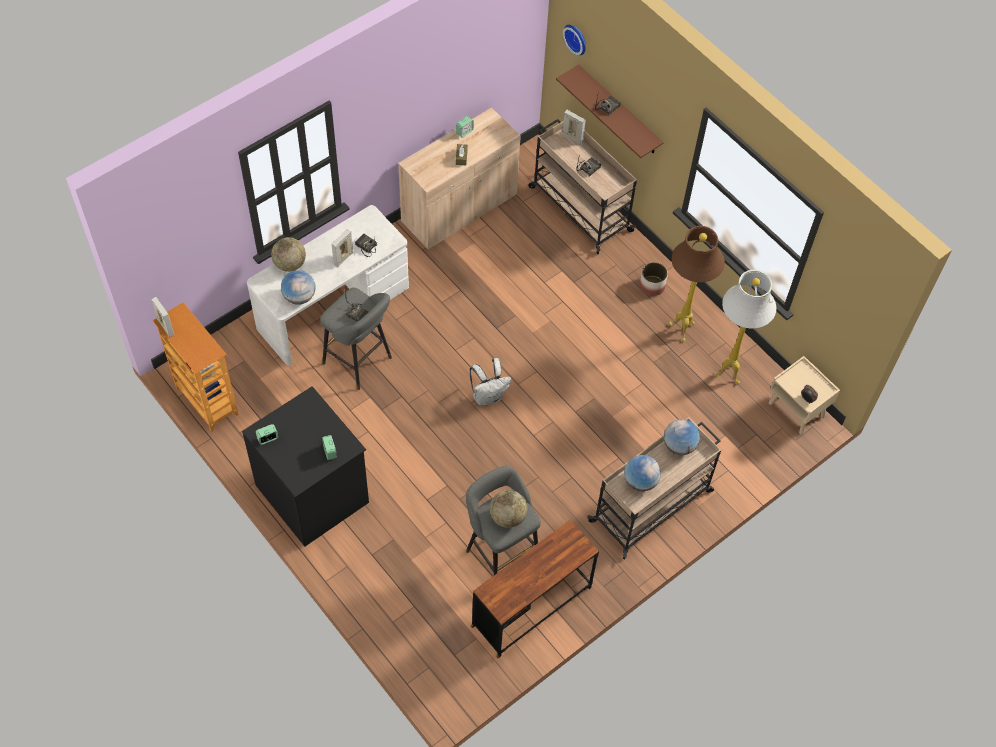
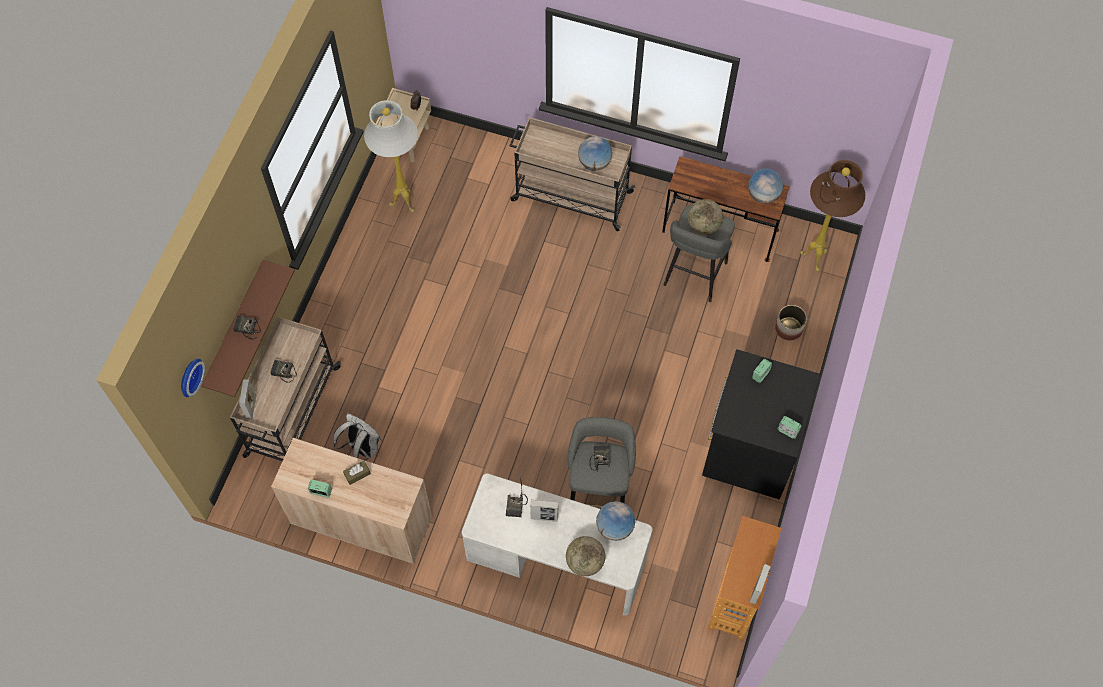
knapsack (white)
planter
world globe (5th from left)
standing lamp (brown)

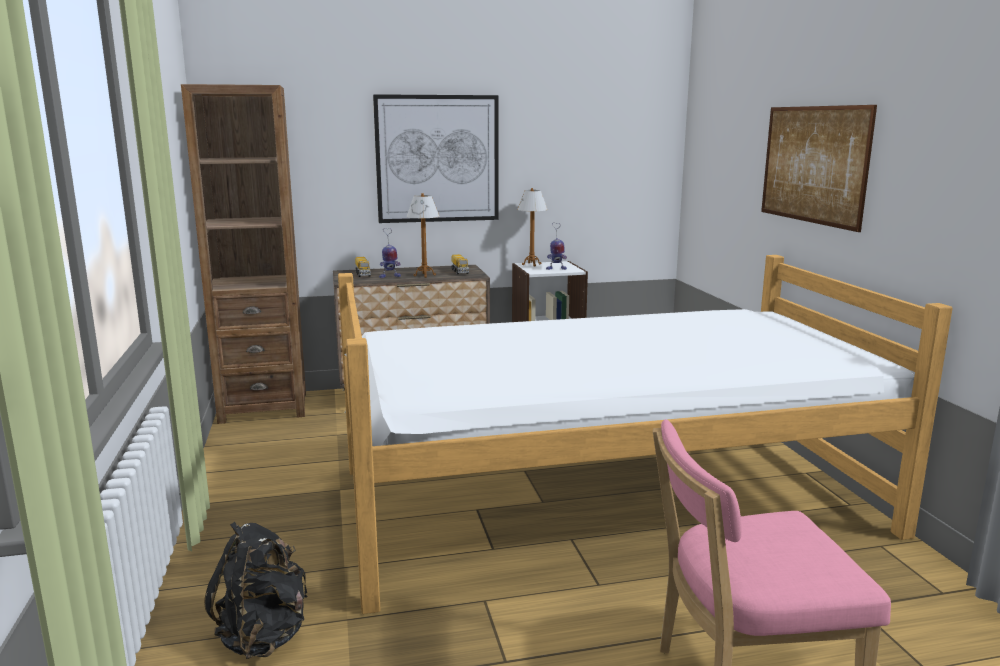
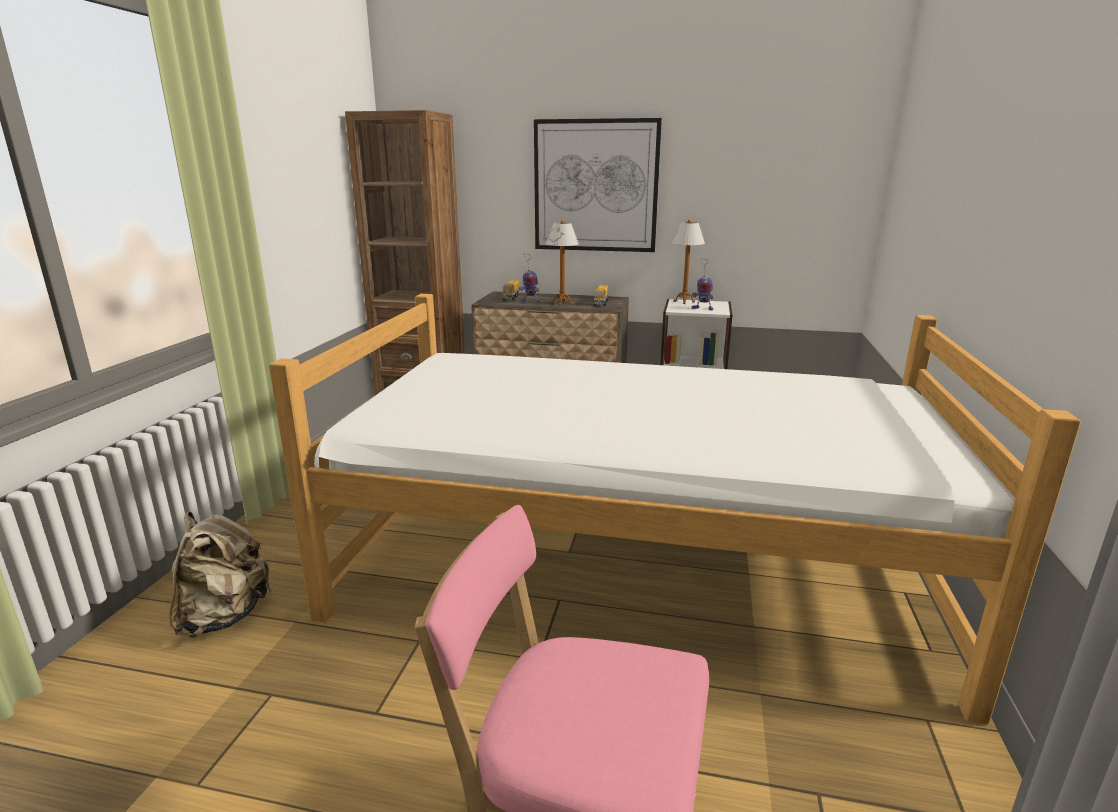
knapsack (sand-coloured)
picture (2nd from left in the first image)

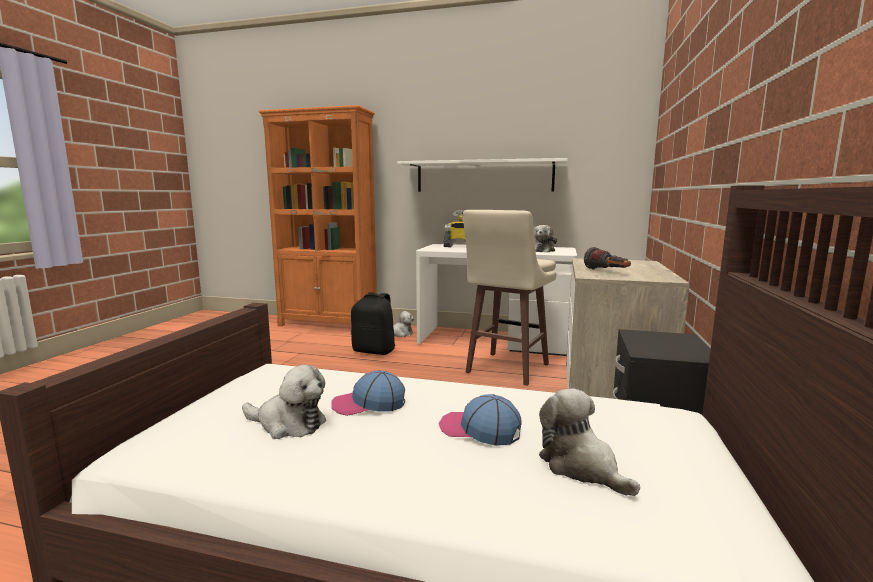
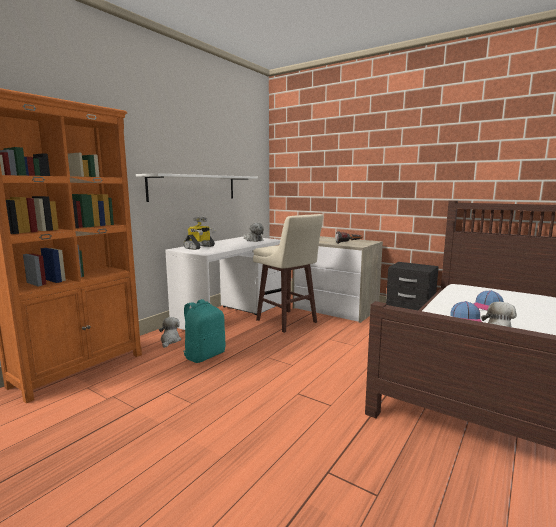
knapsack (blue-green)
soft toy (4th from left in the first image)

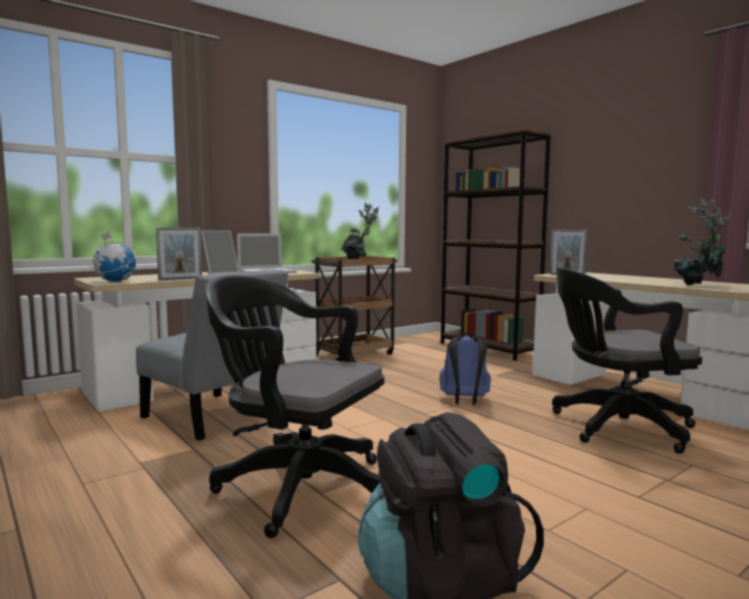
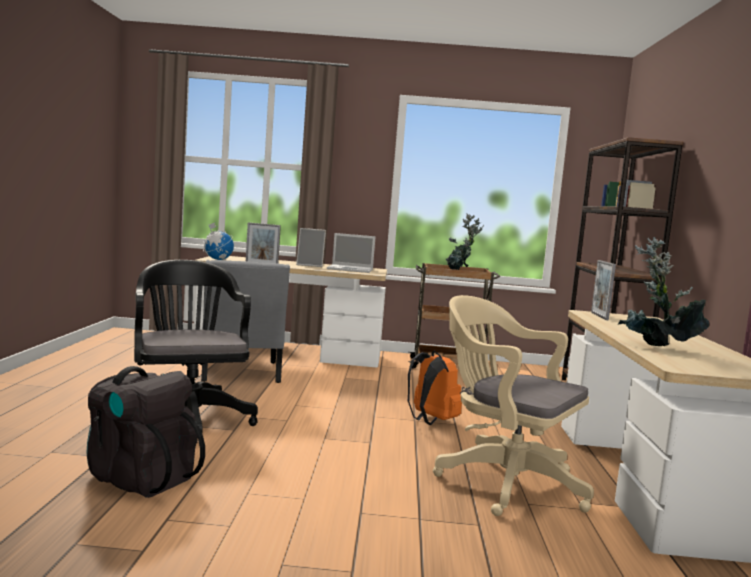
knapsack (orangey)
desk chair (sand-coloured)

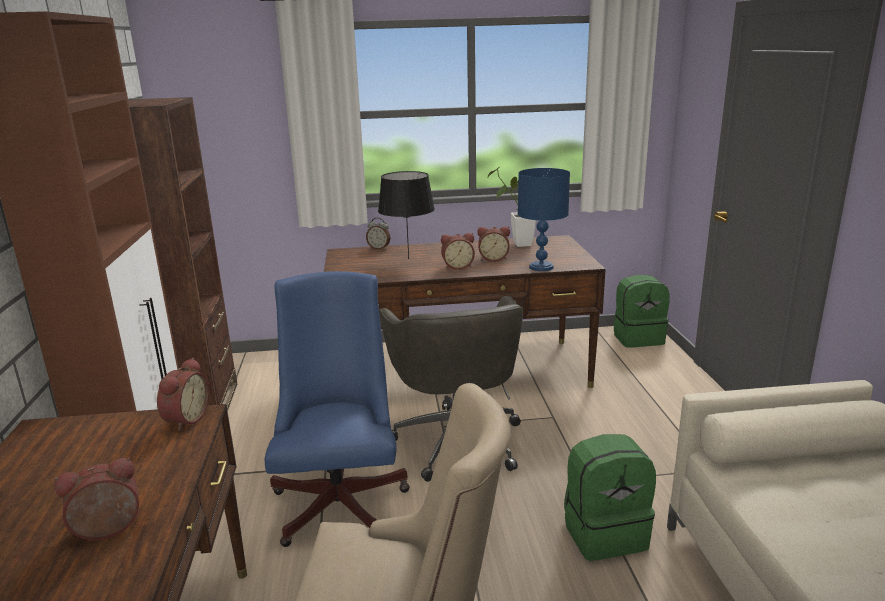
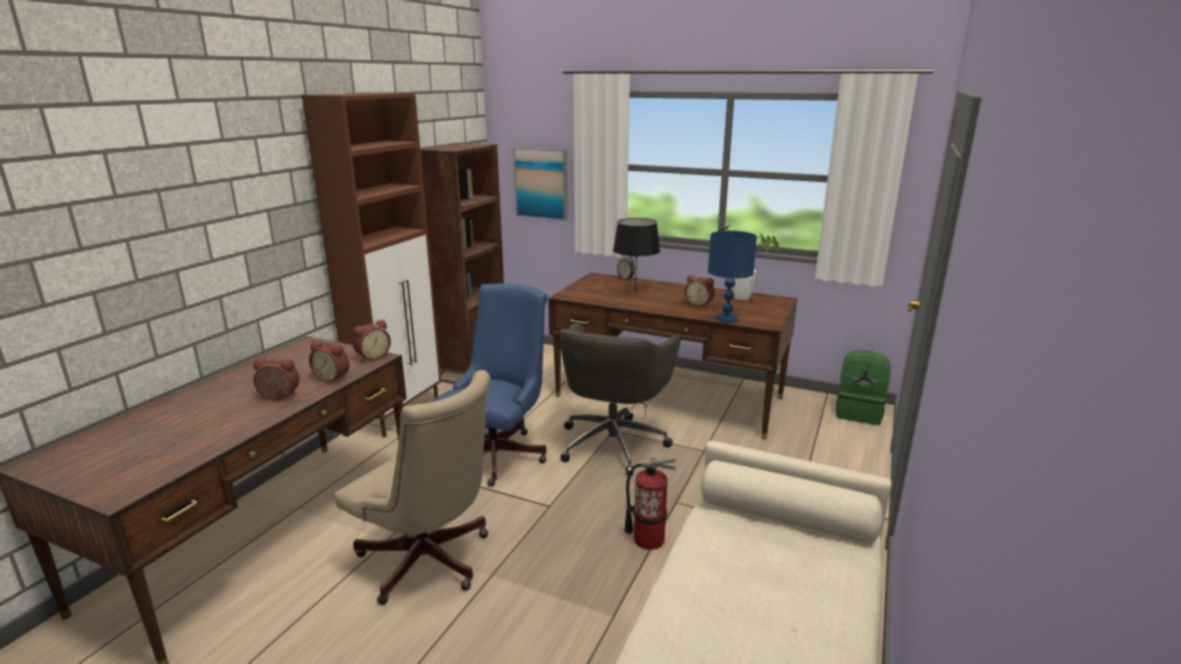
table clock (2nd from left)
extinguisher
picture

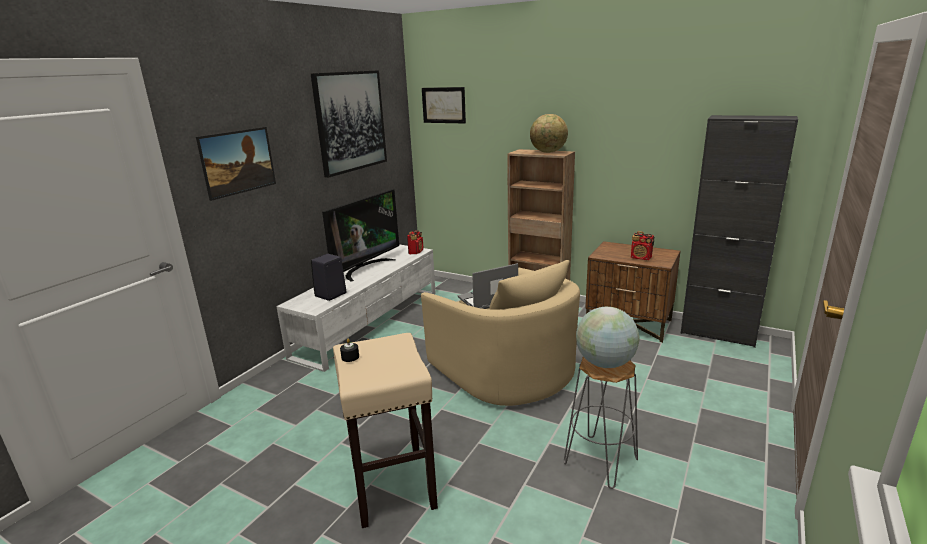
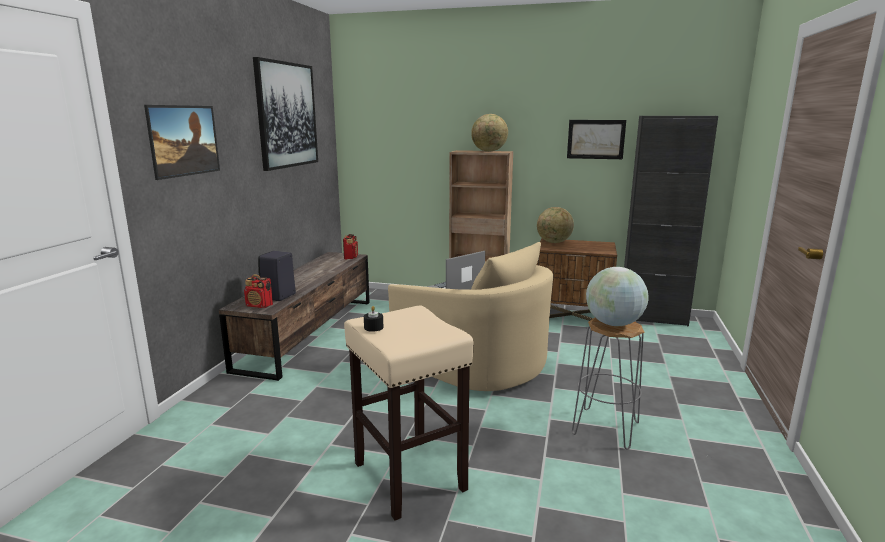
tv stand (brown)
TV
picture (3rd from left)
radio set (1st from left)
world globe (2nd from left)

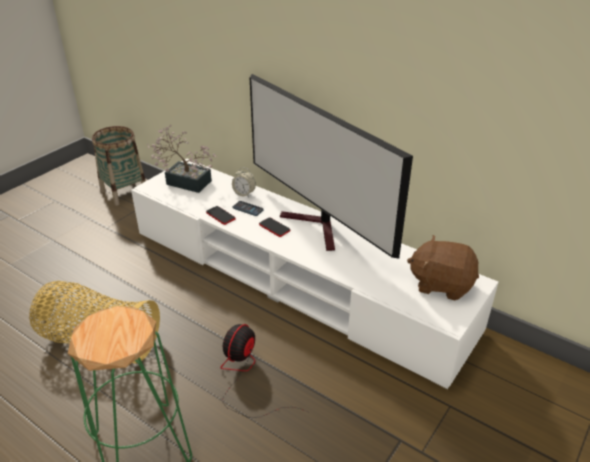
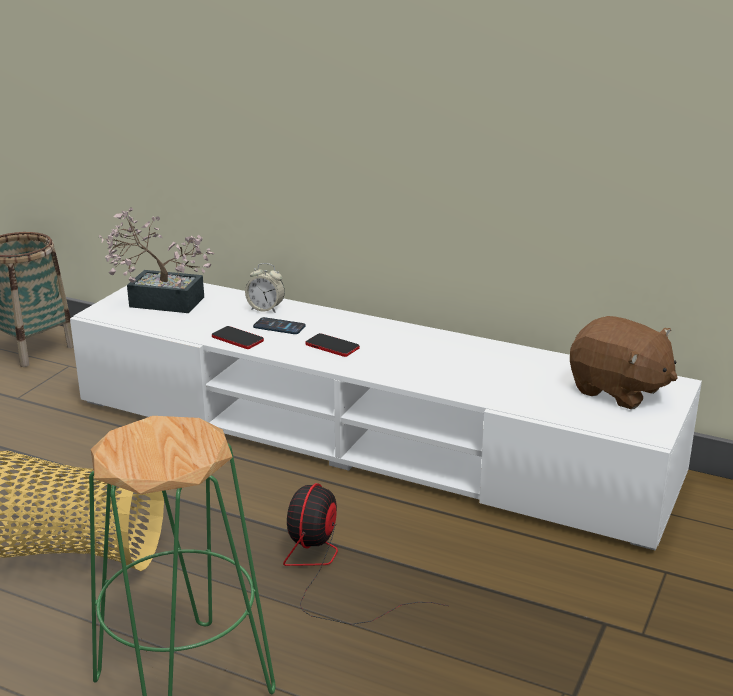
TV
soft toy (brown)

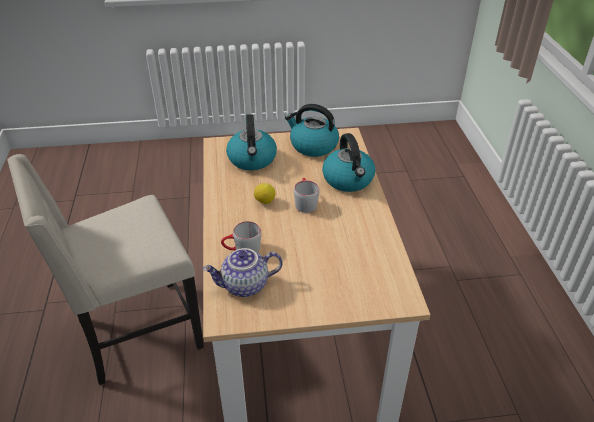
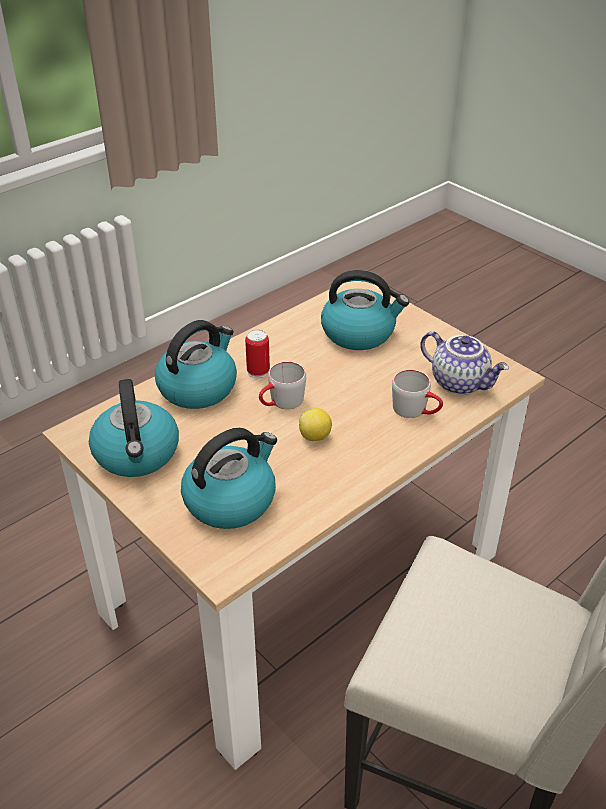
metal can
tea kettle (4th from left)

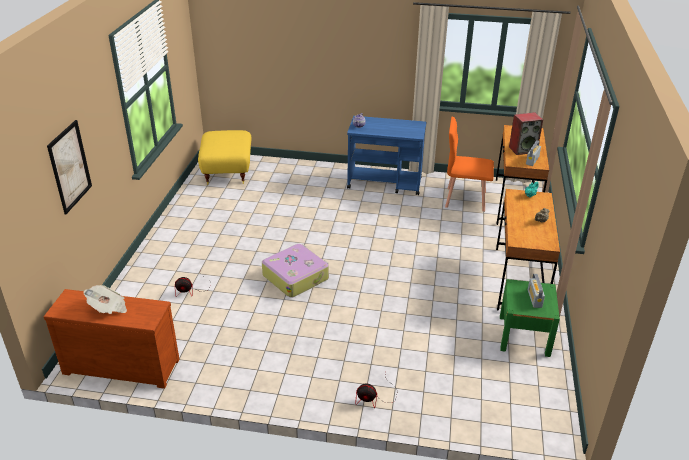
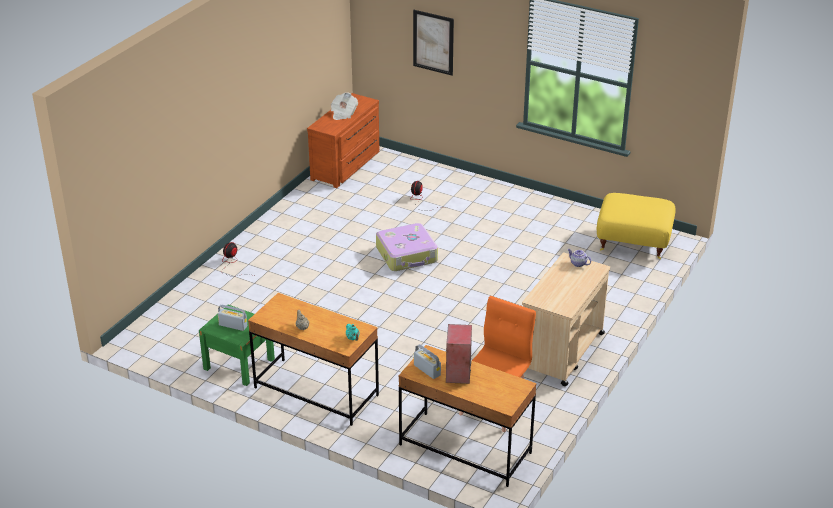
wheeled cart (sand-coloured)

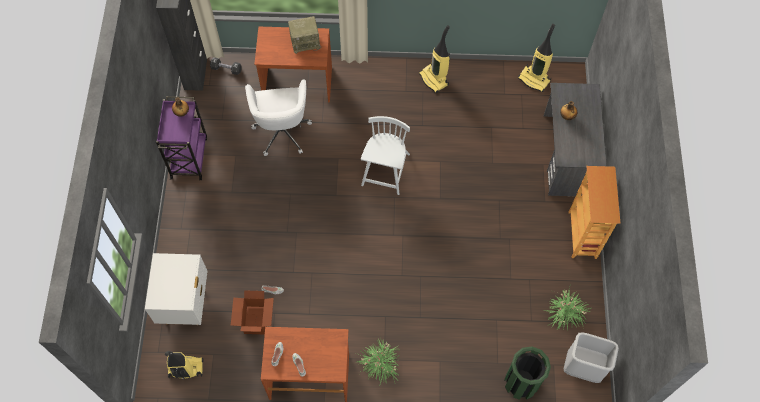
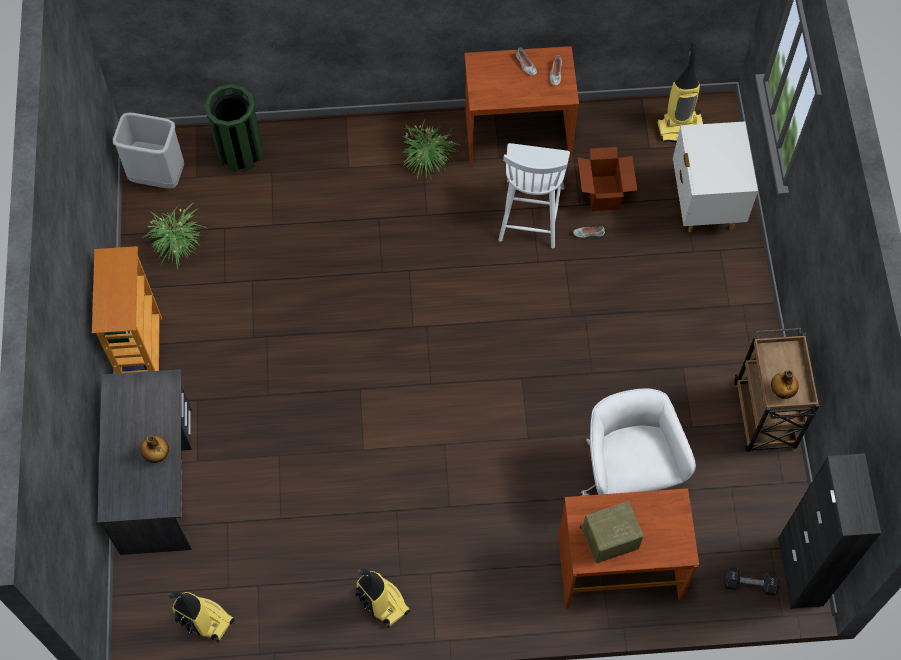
wheeled cart (brown)
upright chair (white)

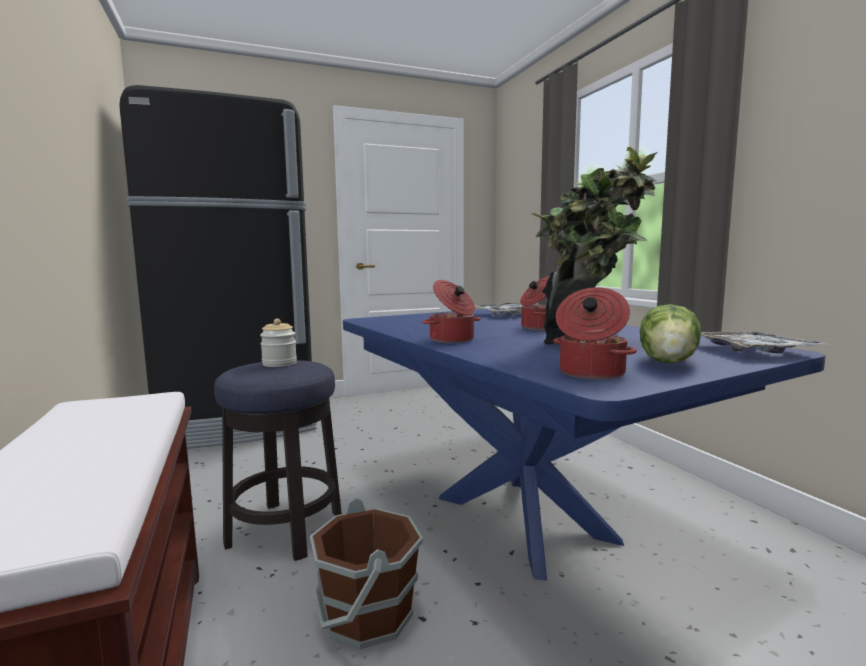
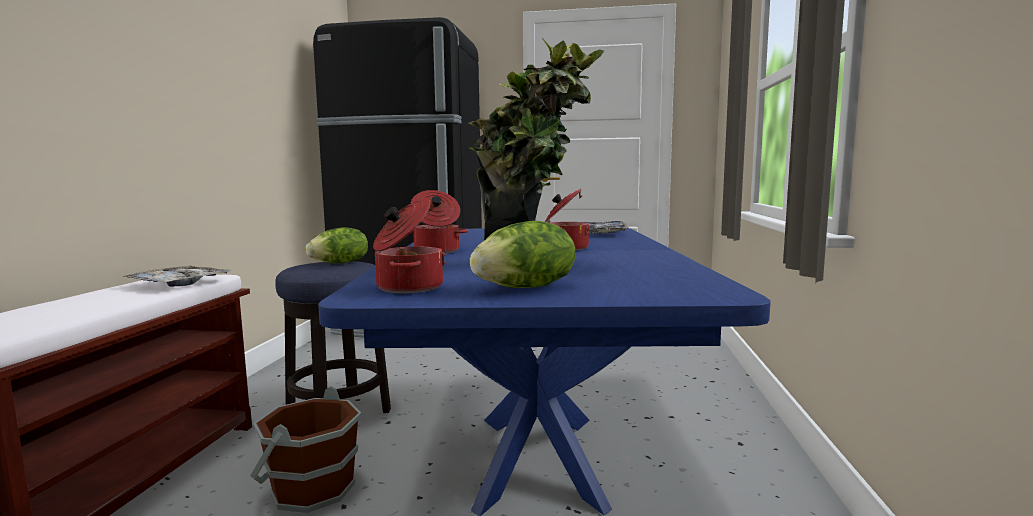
lettuce (1st from left)
carrying tray (1st from left)

